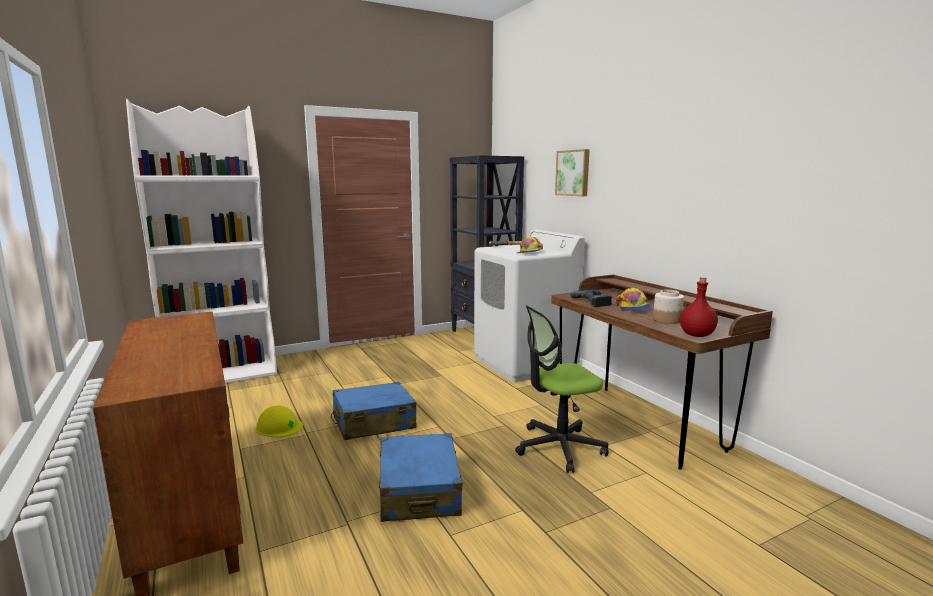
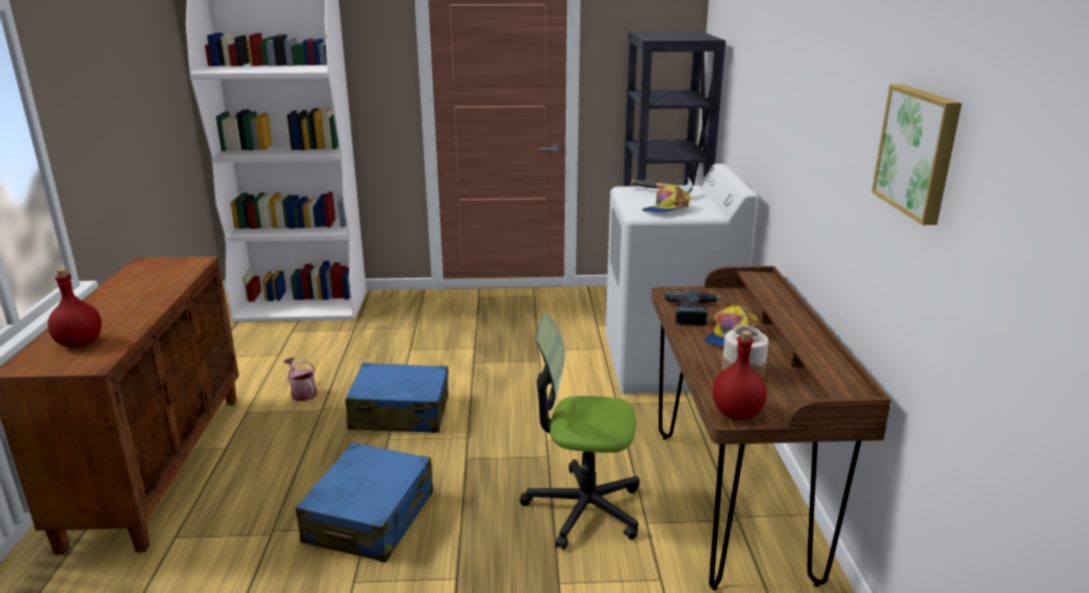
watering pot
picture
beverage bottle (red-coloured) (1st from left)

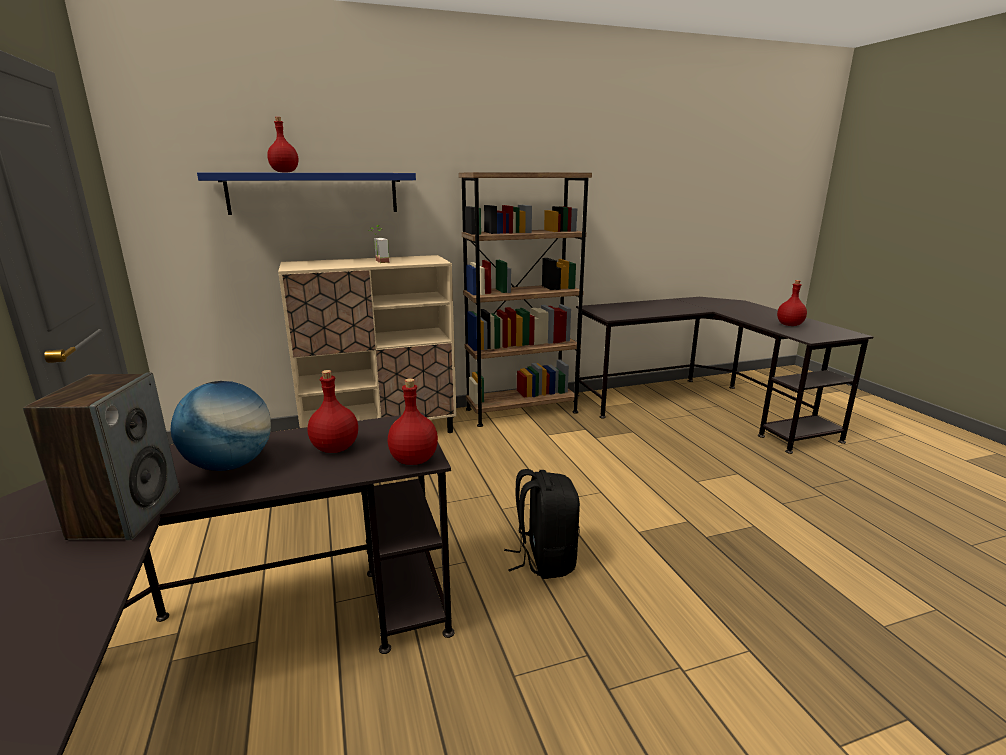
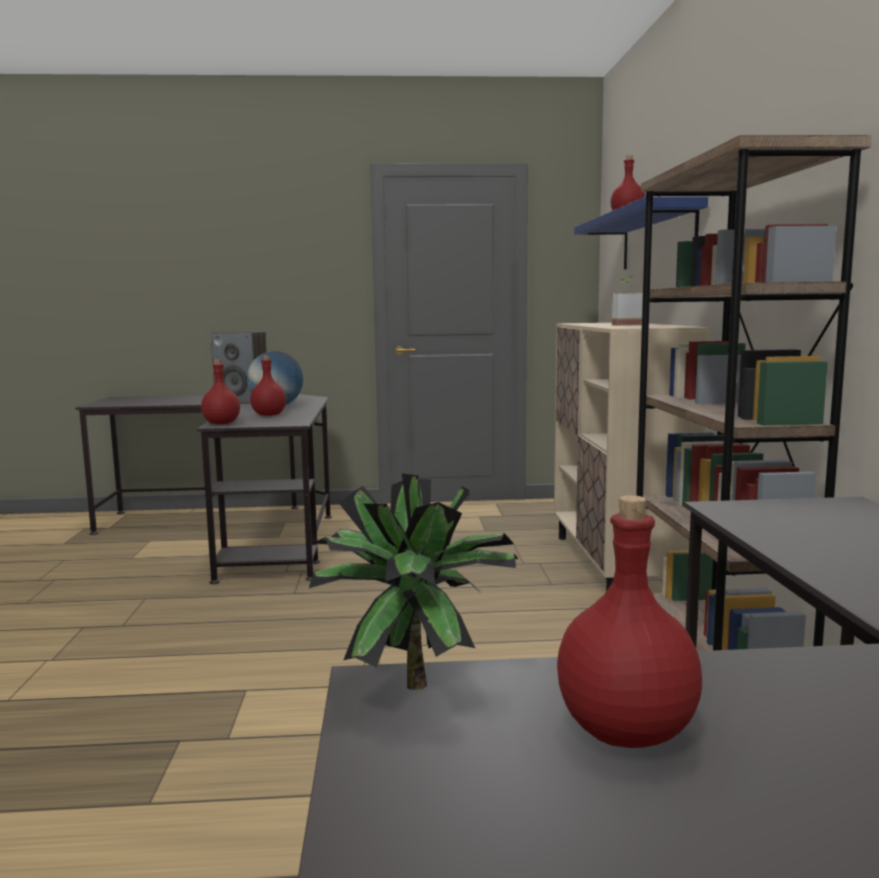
knapsack (black-coloured)
potted plant (1st from left)

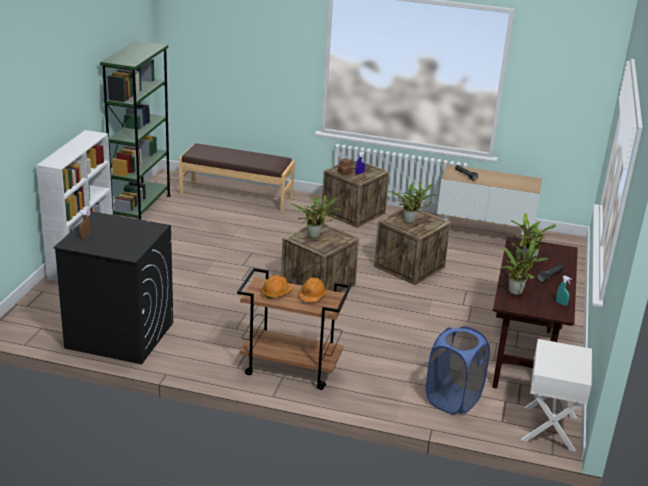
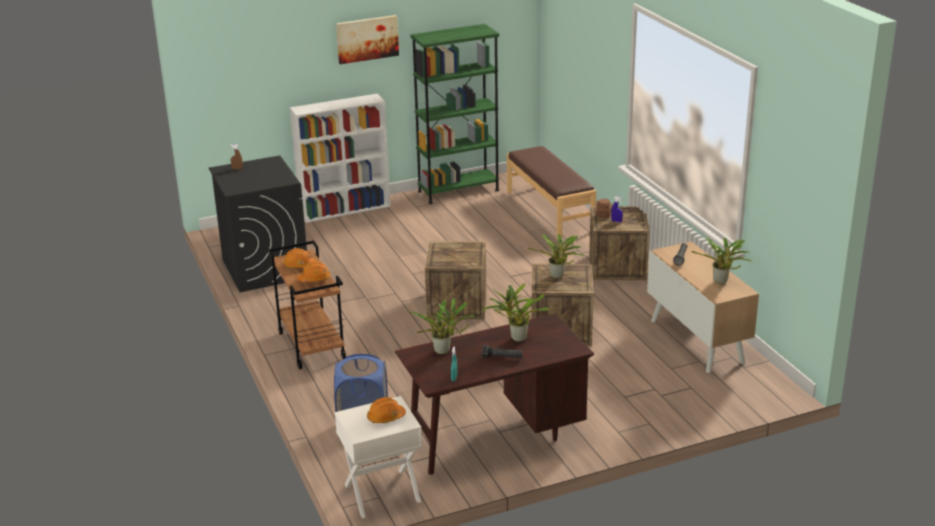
potted plant (4th from left)
picture
hard hat (orangey) (3rd from left)

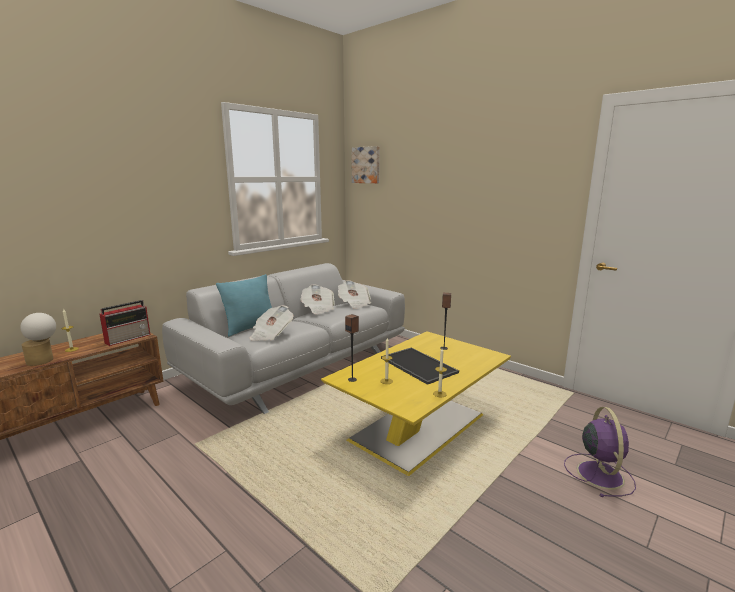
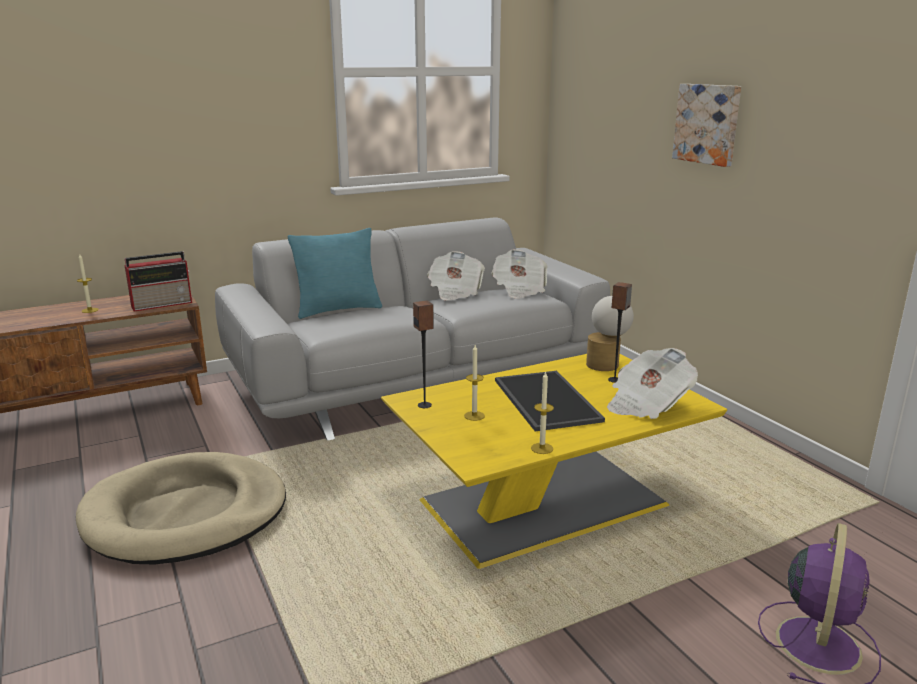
lamp for a table
daily paper (3rd from left)
picture
dog bed (sand-coloured)

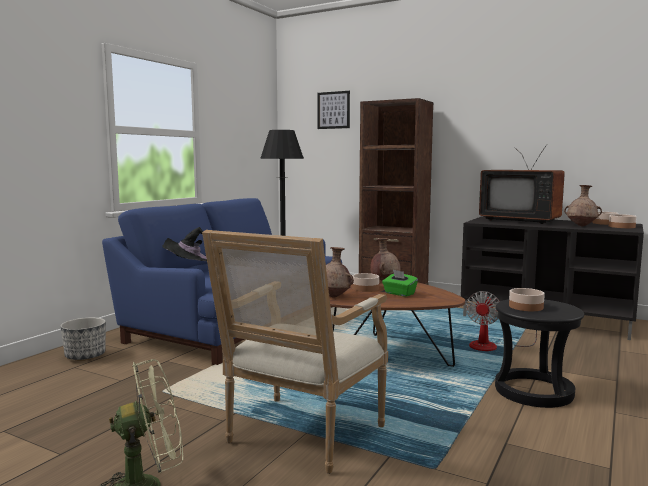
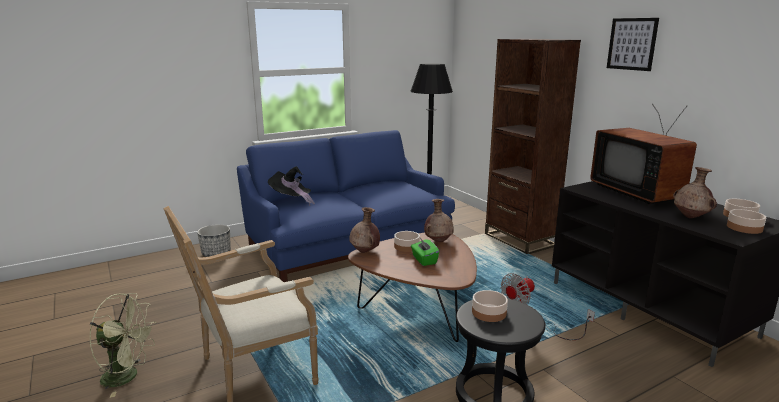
picture

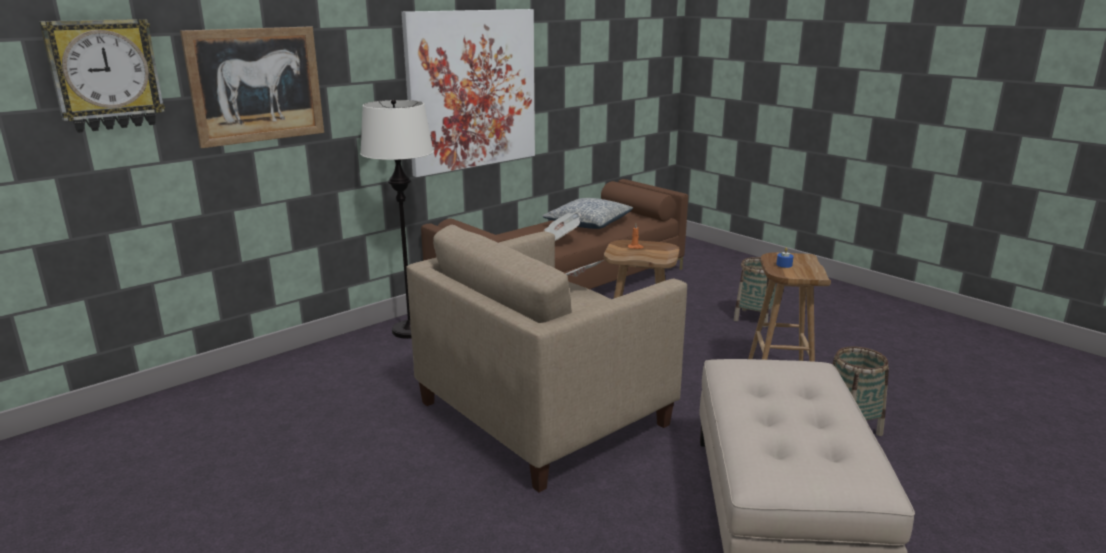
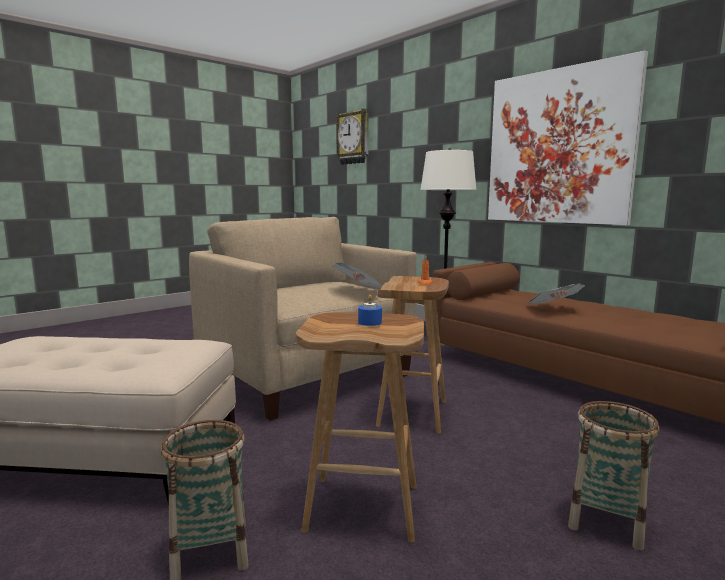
picture (1st from left in the first image)
throw pillow

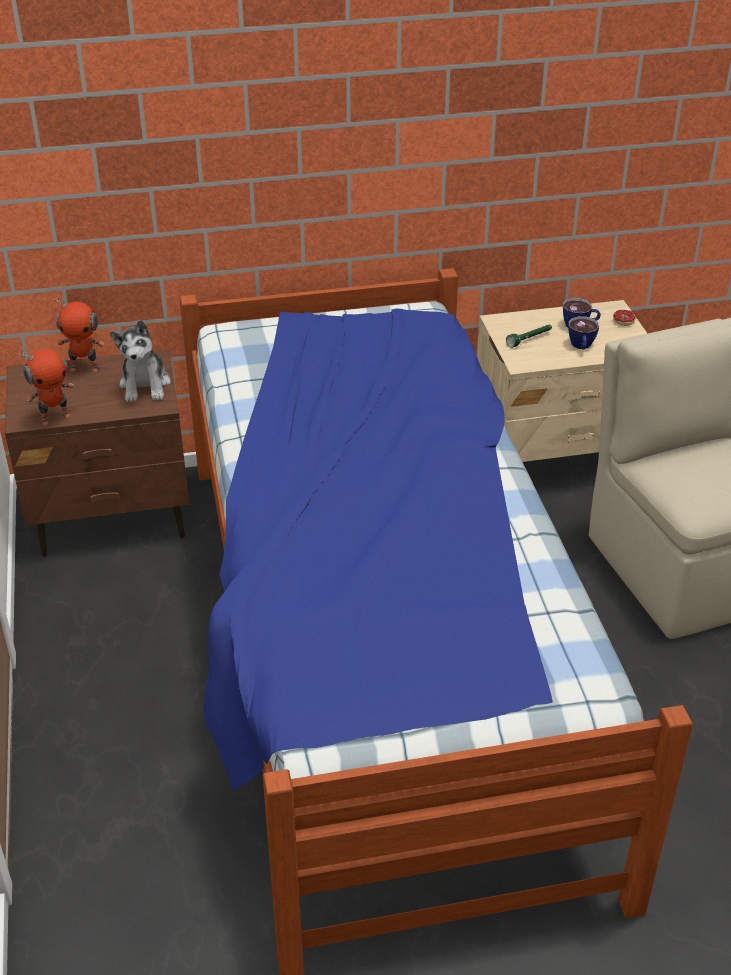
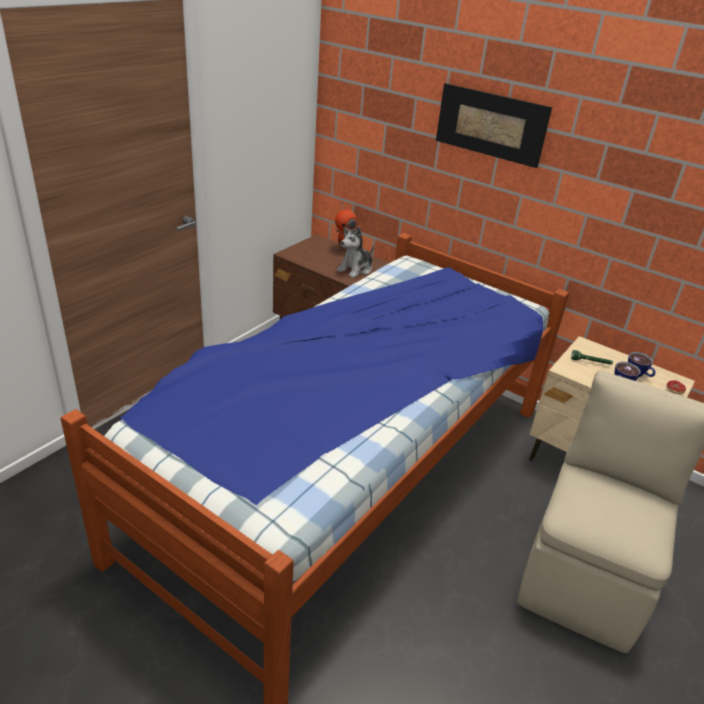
model robot (1st from left in the first image)
picture

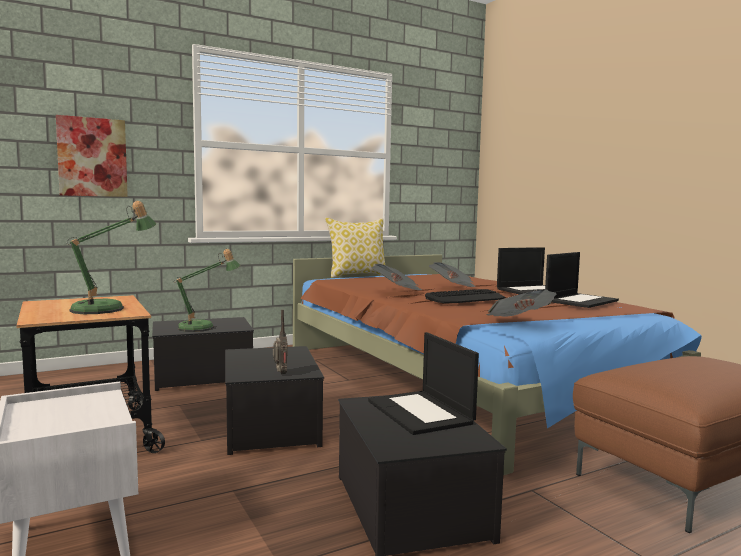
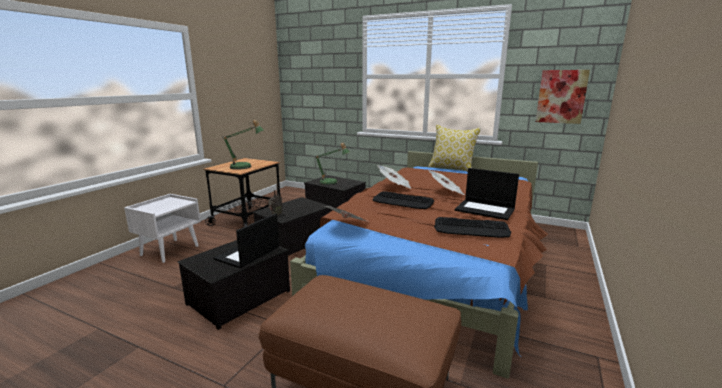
picture
computer keyboard (2nd from left)

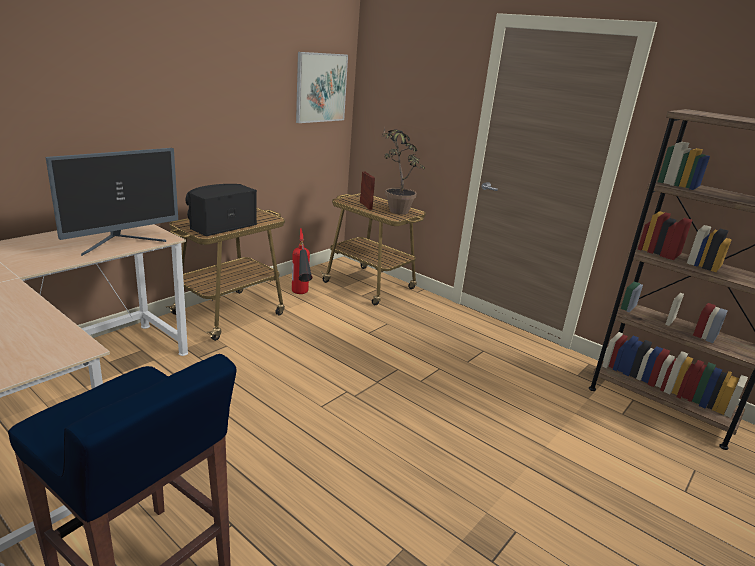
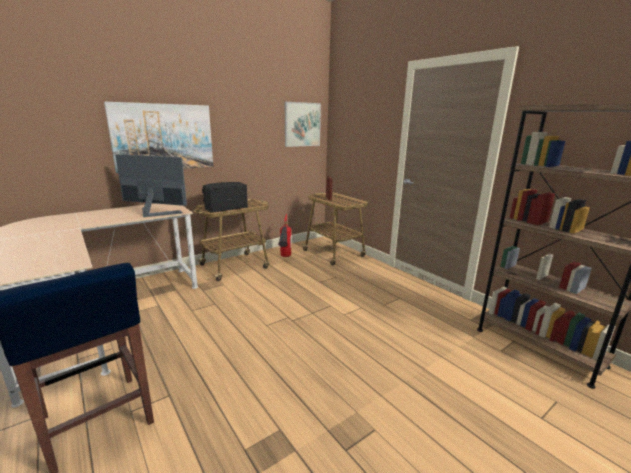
computer screen
potted plant
picture (1st from left)

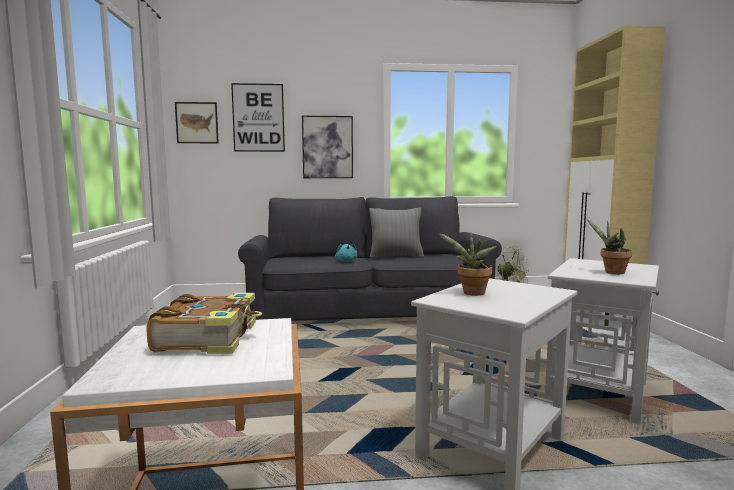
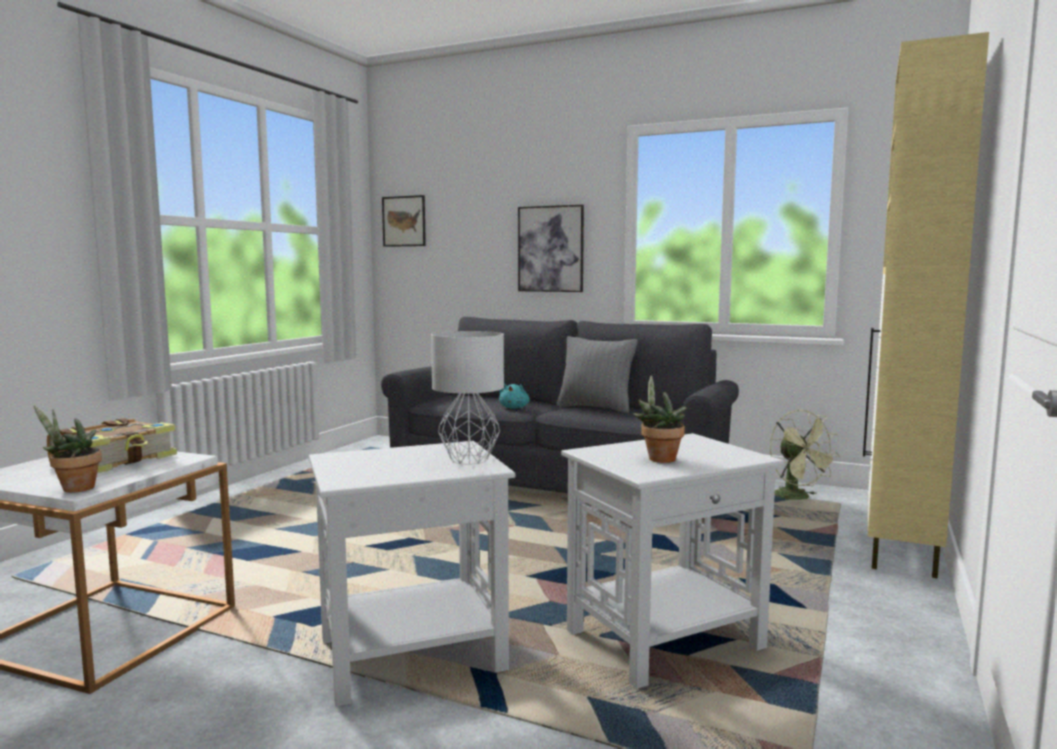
picture (2nd from left in the first image)
potted plant (1st from left)
lamp for a table (grey)

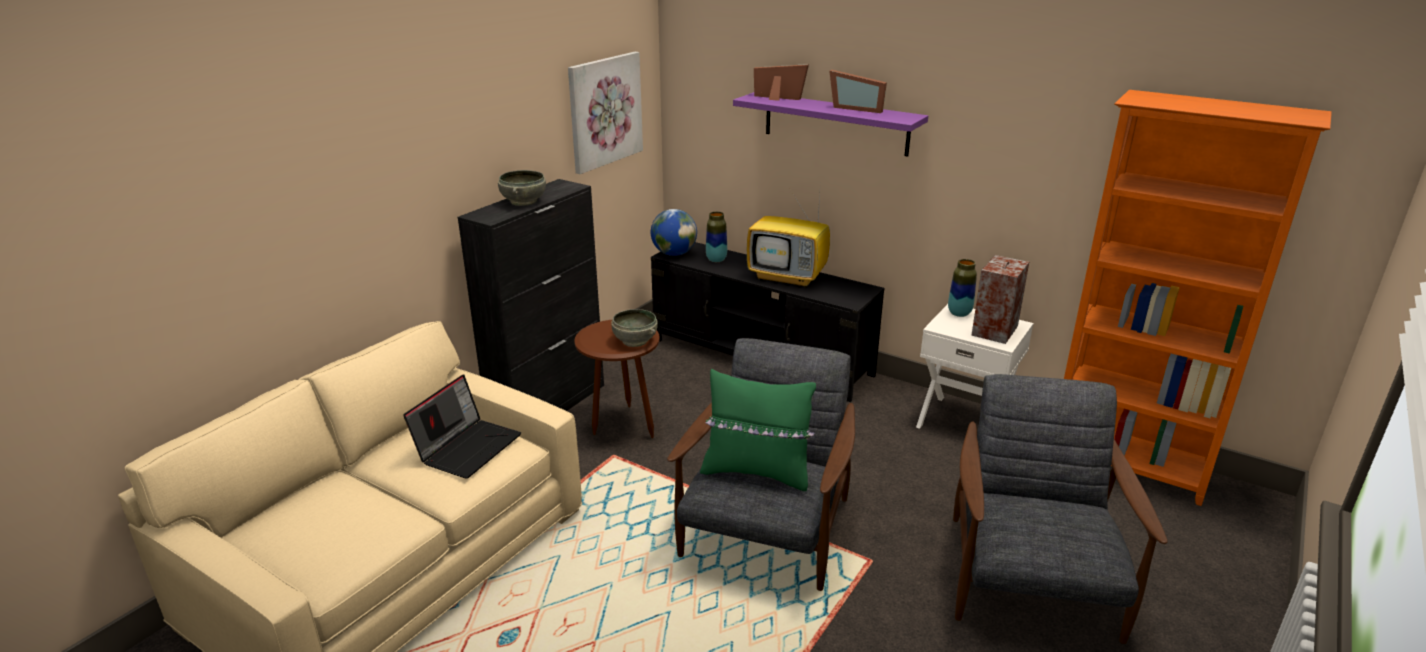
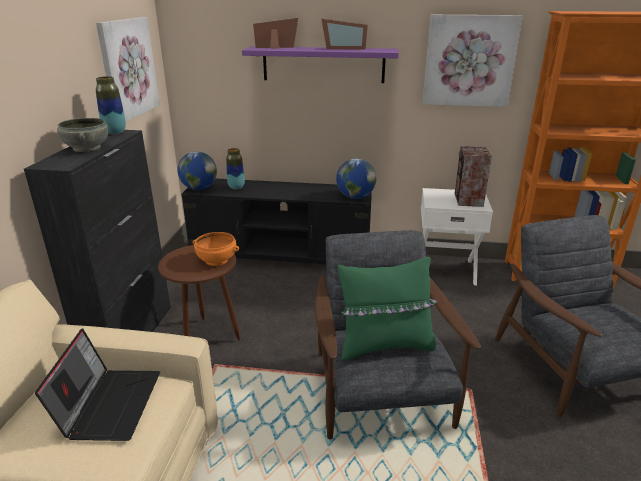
serving bowl (orangey)
TV
decorative vase (1st from left)
world globe (2nd from left)
picture (2nd from left)

